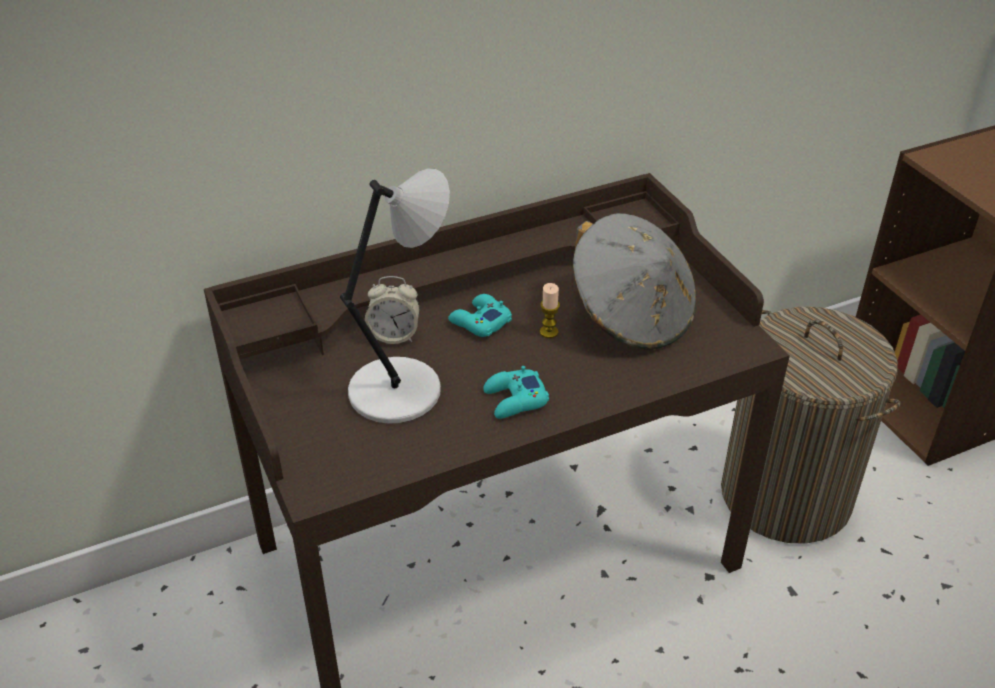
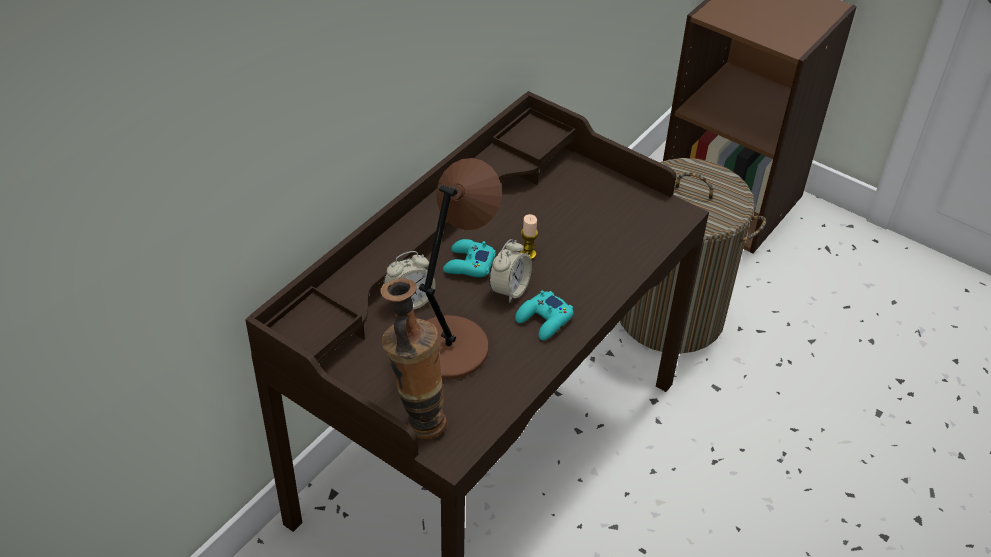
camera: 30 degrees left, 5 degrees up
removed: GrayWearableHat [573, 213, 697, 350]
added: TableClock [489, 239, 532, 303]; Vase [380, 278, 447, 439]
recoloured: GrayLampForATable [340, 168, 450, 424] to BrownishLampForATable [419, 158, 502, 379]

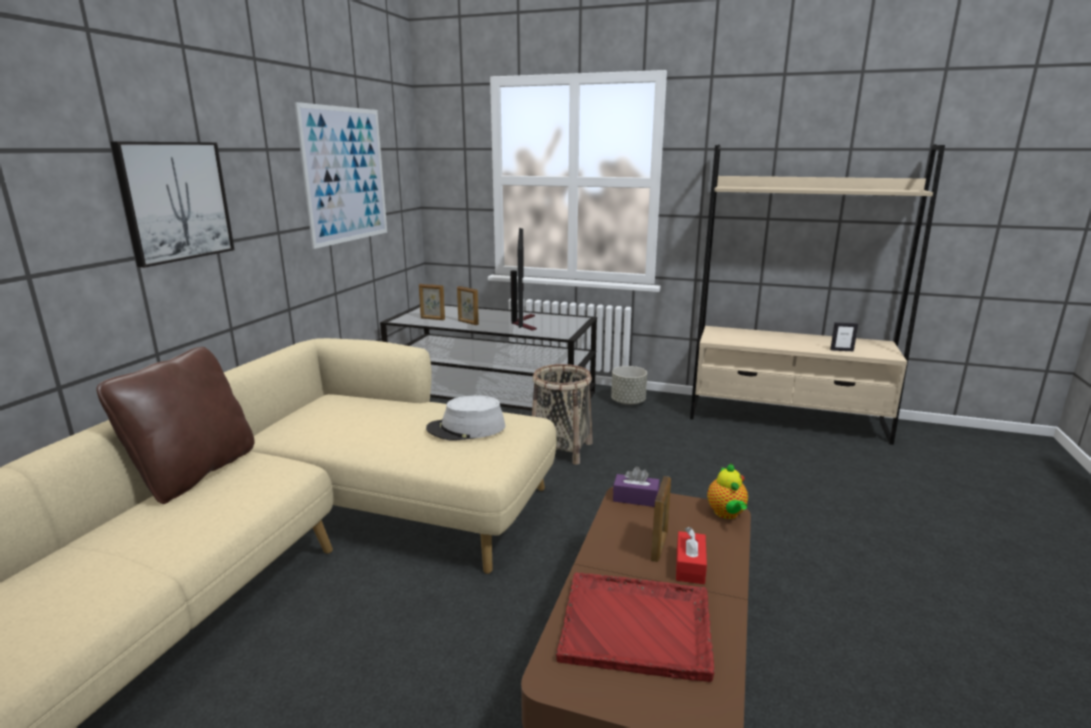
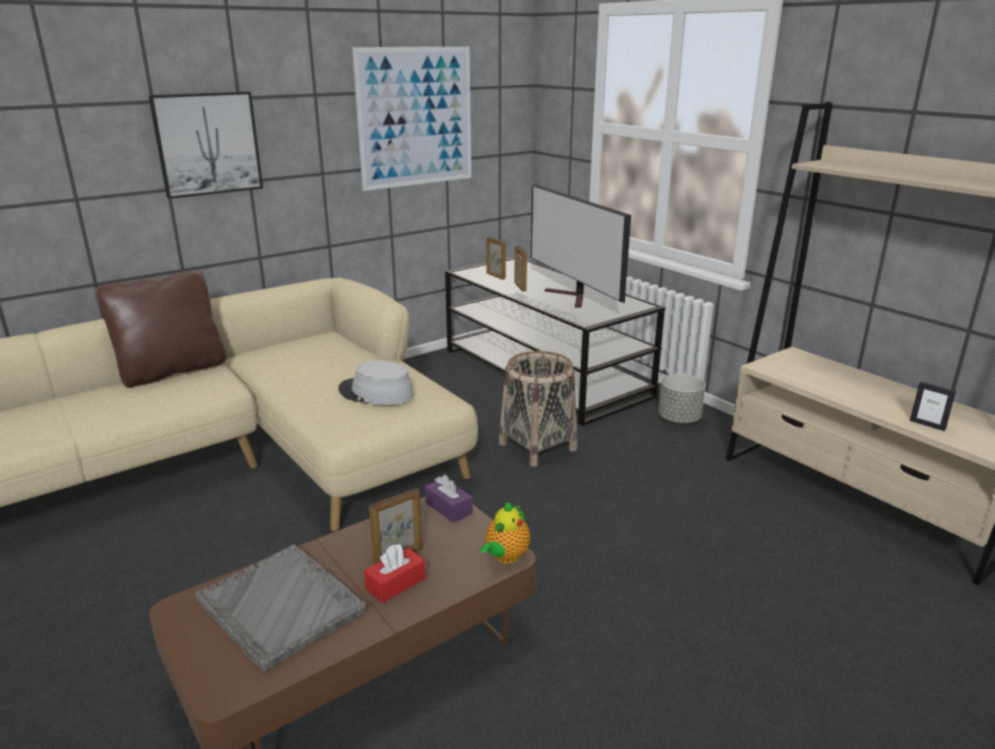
camera: 35 degrees right, 5 degrees up
recoloured: RedTray [556, 573, 715, 682] to GrayTray [195, 545, 366, 672]
turned: Television [510, 228, 537, 330] = [531, 184, 631, 307] 120 degrees clockwise

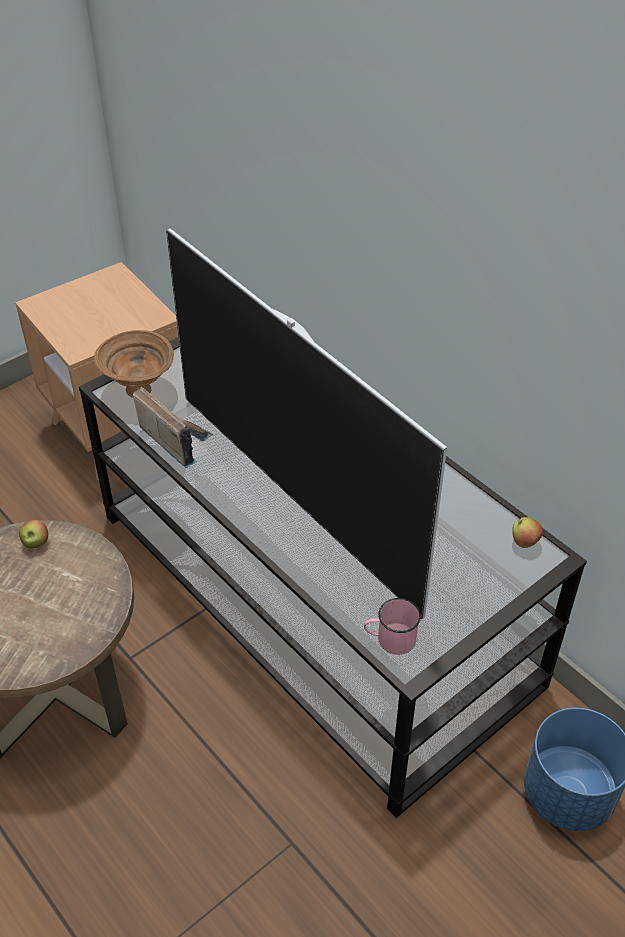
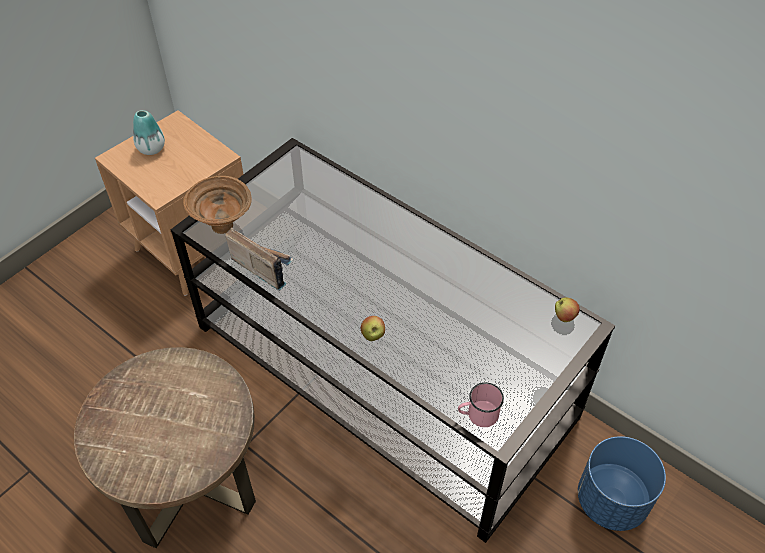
camera: 10 degrees left, 5 degrees up
removed: Television [166, 229, 447, 619]
added: Vase [133, 110, 165, 155]
moved: Apple [19, 520, 48, 548] to [360, 316, 385, 341]

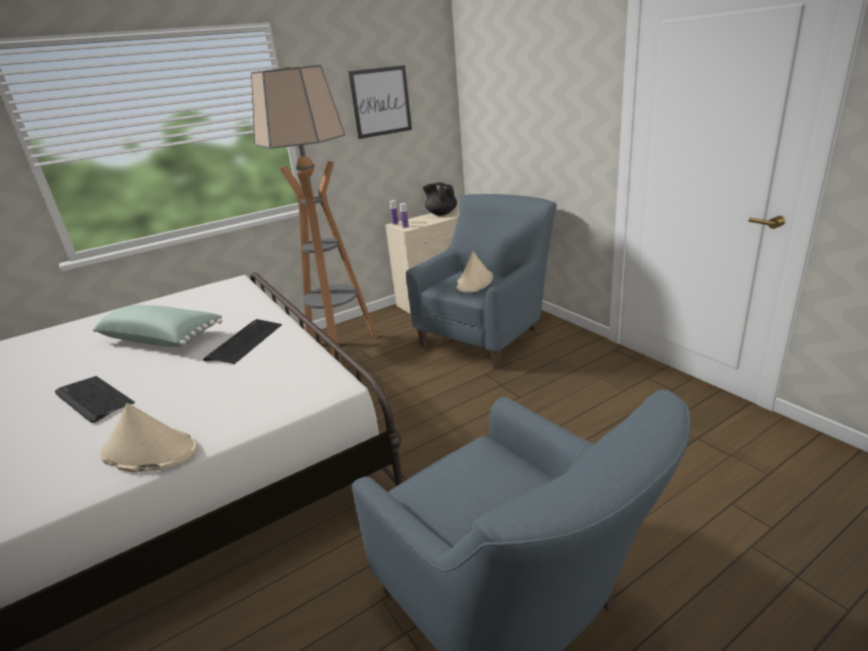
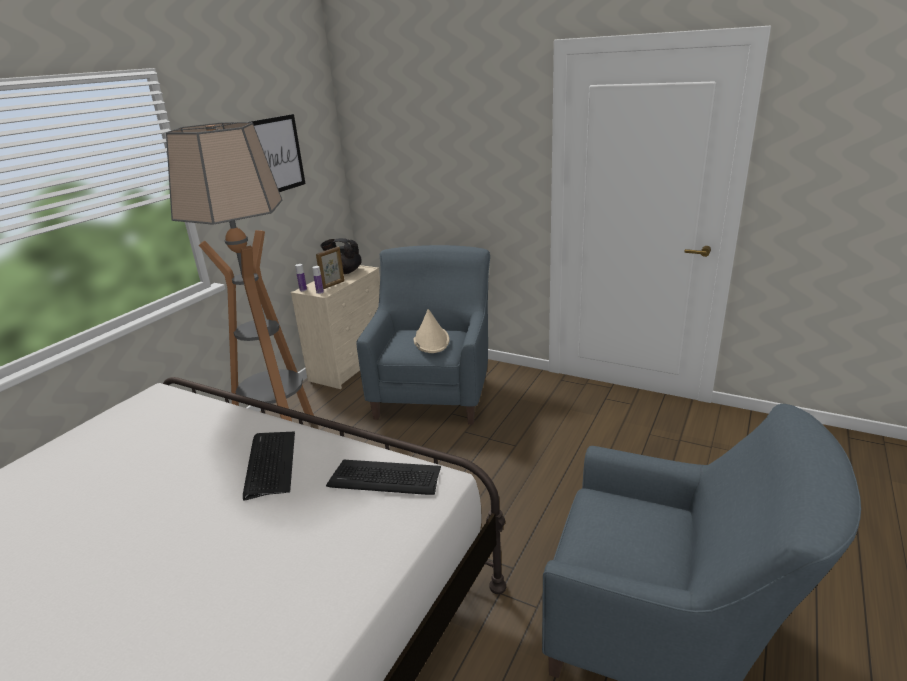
camera: 30 degrees left, 0 degrees up
removed: GreenColouredThrowPillow [93, 305, 223, 347]; BeigeColouredWearableHat [100, 403, 198, 472]
added: StandingFrame [316, 247, 345, 289]
moved: PcKeyboard [55, 376, 135, 423] to [326, 460, 441, 495]

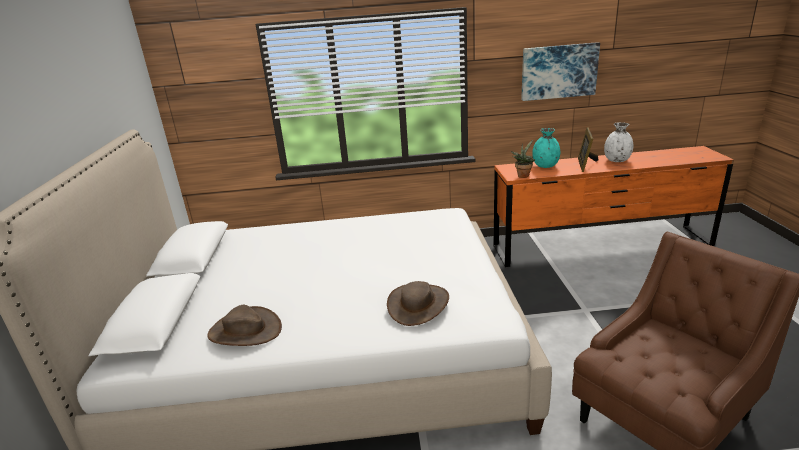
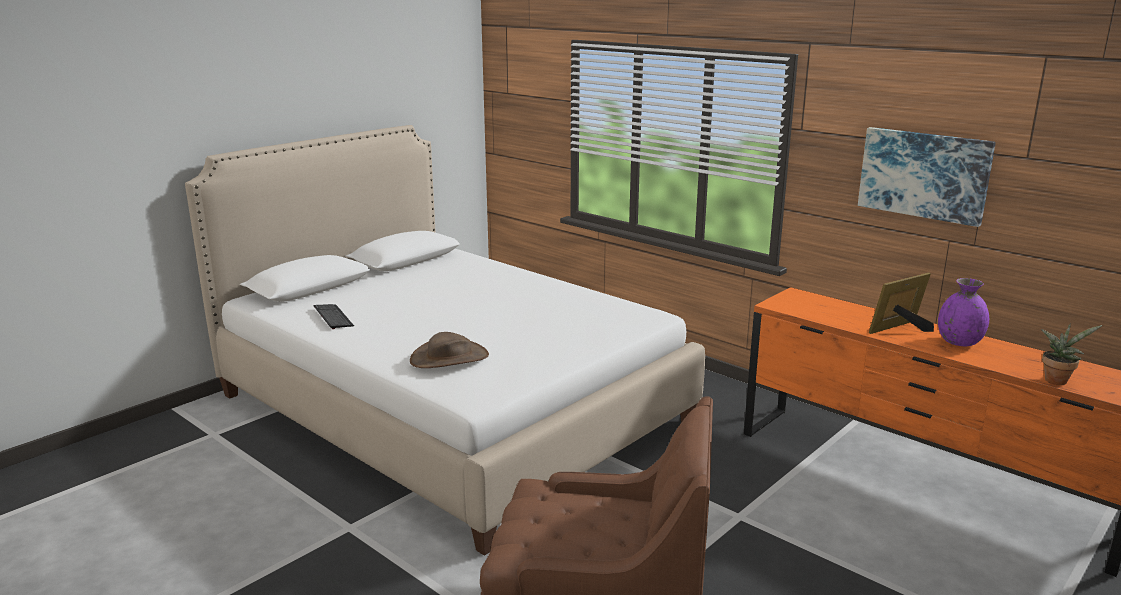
camera: 45 degrees right, 5 degrees down
removed: TurquoiseColouredVase [532, 128, 560, 168]
moved: Houseplant [510, 140, 535, 178] to [1041, 323, 1102, 385]
replaced: BrownishWearableHat [207, 305, 282, 346] to PcKeyboard [314, 304, 354, 329]
recoloured: WhitishVase [604, 122, 634, 162] to PurplishVase [938, 278, 989, 346]

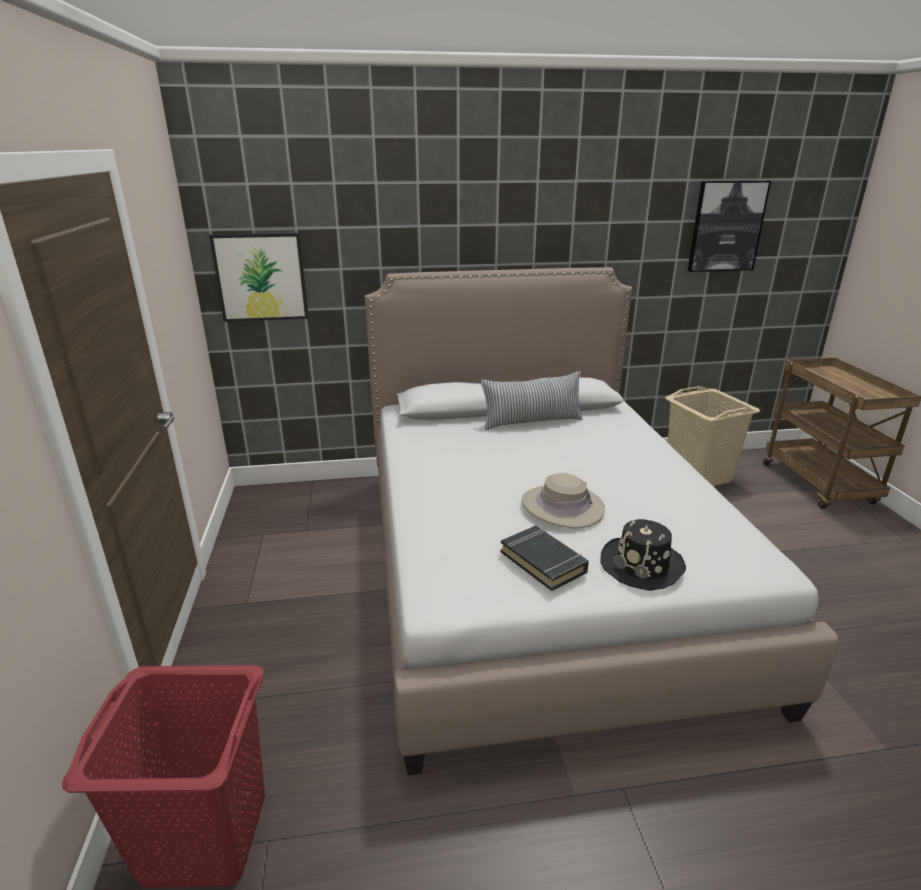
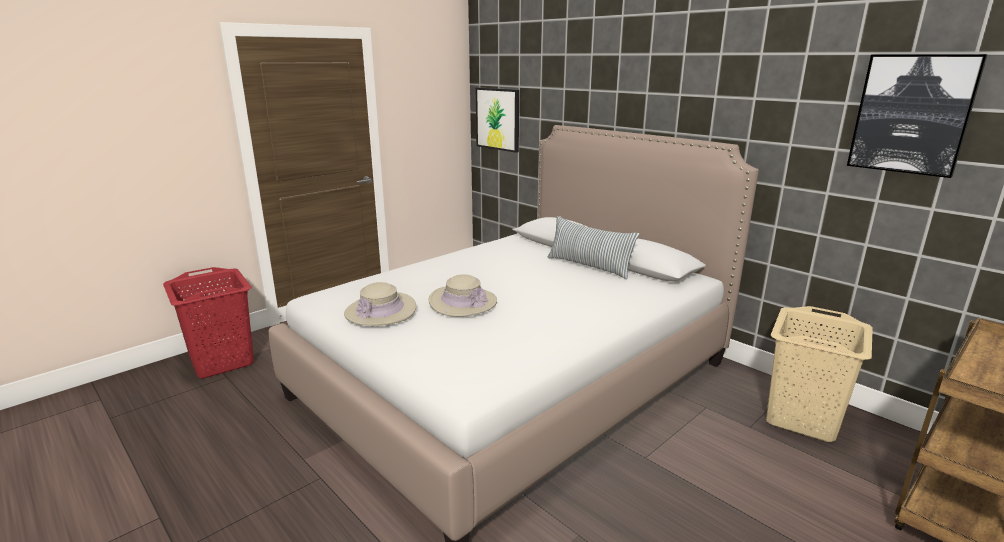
camera: 55 degrees right, 5 degrees down
removed: BlackishWearableHat [601, 519, 686, 591]
replaced: BlackishBoundBook [501, 526, 589, 591] to BeigeColouredWearableHat [344, 282, 416, 326]

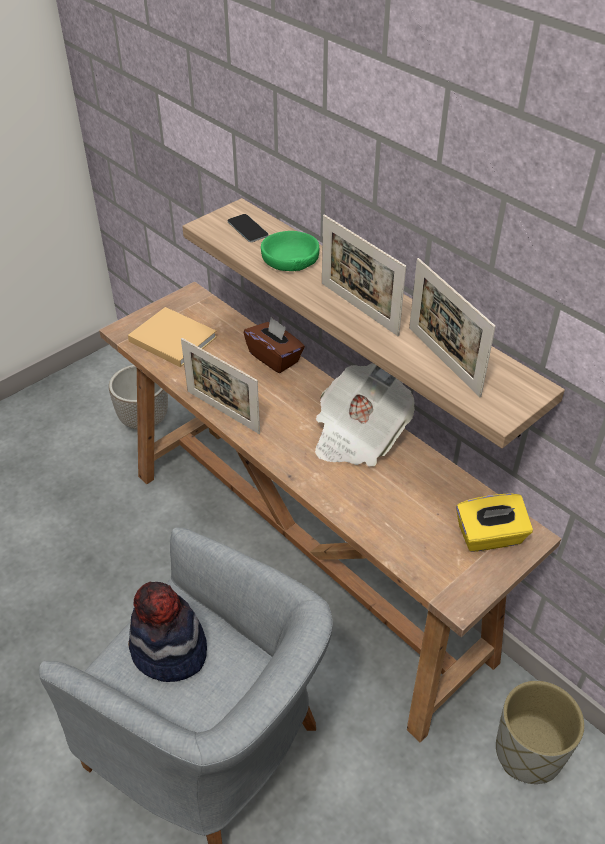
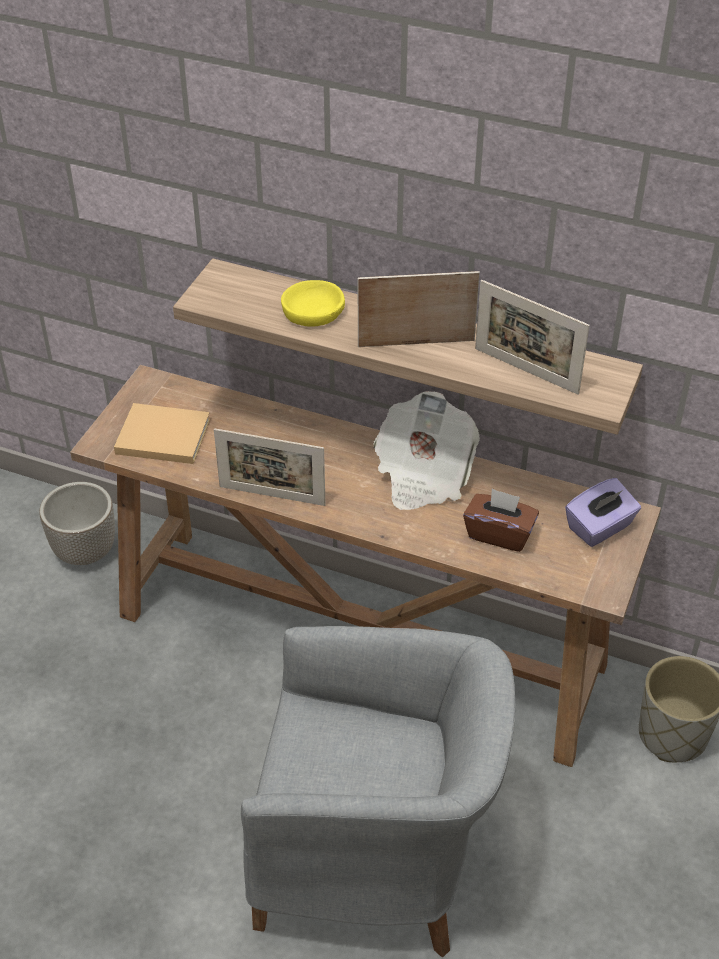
camera: 25 degrees left, 0 degrees up
removed: Phone [228, 214, 268, 242]; WearableHat [128, 582, 207, 682]
moved: BrownishTissueBox [244, 317, 305, 373] to [463, 488, 539, 552]
recoloured: GreenColouredServingBowl [261, 231, 319, 271] to YellowServingBowl [281, 280, 345, 327]; YellowTissueBox [456, 493, 533, 552] to PurplishTissueBox [565, 478, 641, 547]
turned: StandingFrame [322, 214, 406, 336] = [358, 271, 480, 347] 150 degrees clockwise

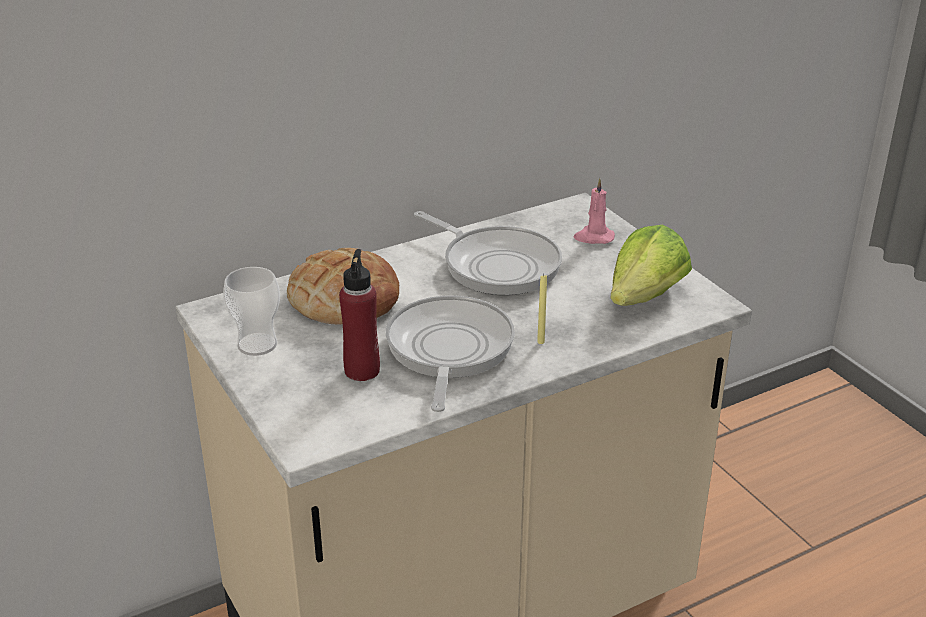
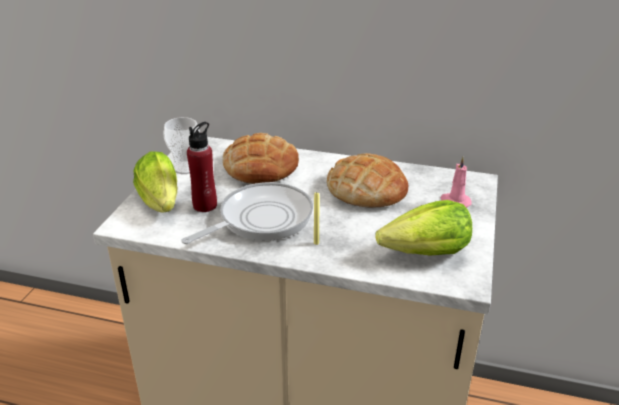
camera: 45 degrees right, 0 degrees up
added: LettuceHead [133, 151, 177, 213]
replaced: Pan [414, 211, 562, 295] to BakedBread [327, 153, 408, 208]

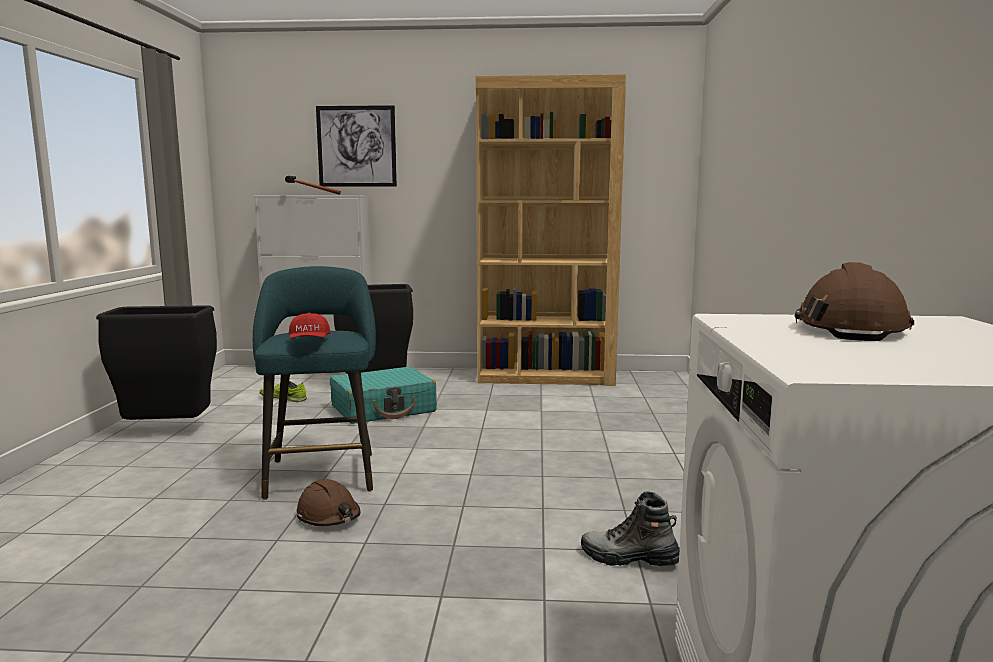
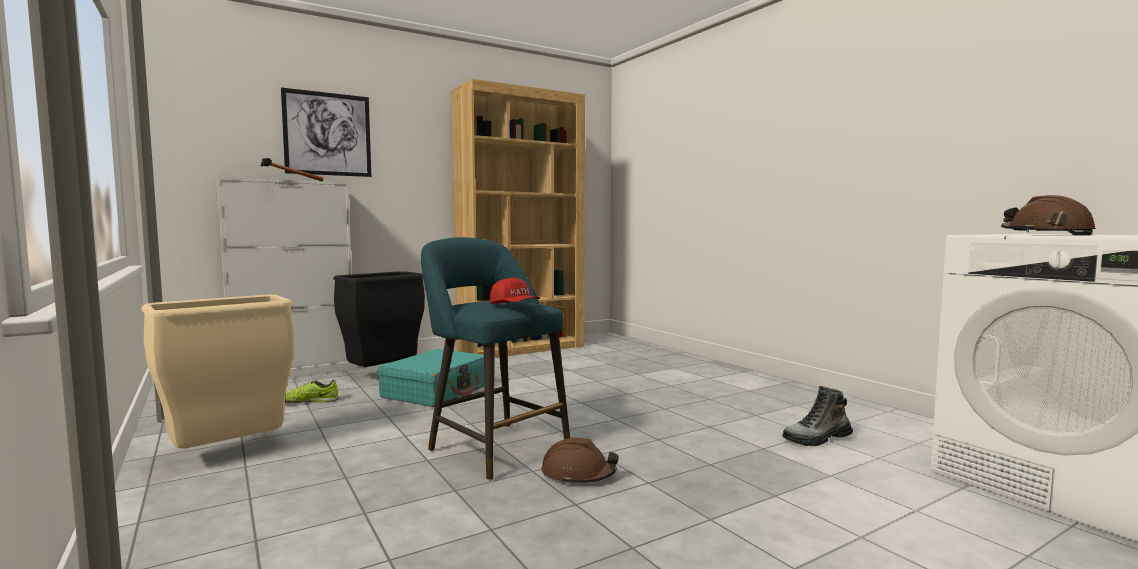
camera: 35 degrees left, 5 degrees down
recoloured: BlackishTrashCan [96, 305, 217, 420] to BeigeColouredTrashCan [141, 295, 295, 449]

